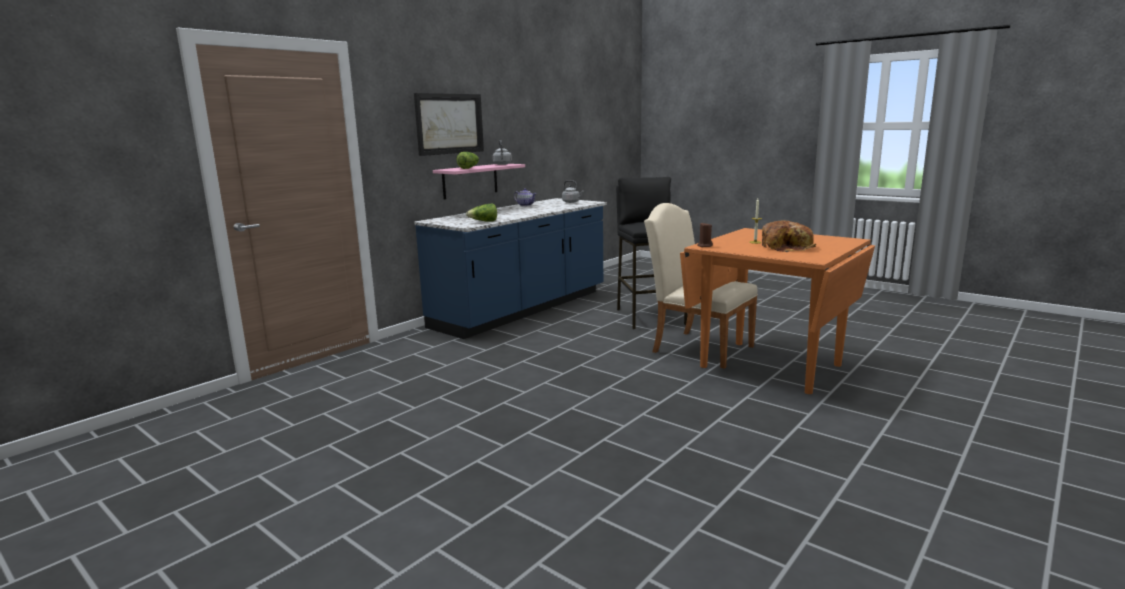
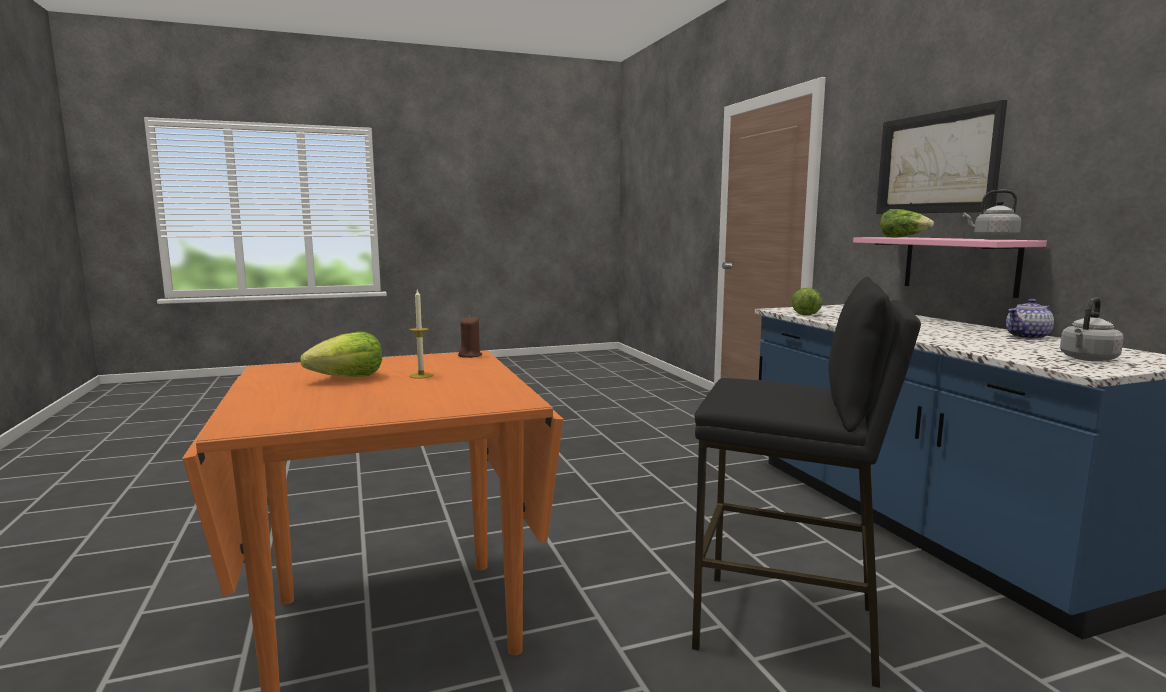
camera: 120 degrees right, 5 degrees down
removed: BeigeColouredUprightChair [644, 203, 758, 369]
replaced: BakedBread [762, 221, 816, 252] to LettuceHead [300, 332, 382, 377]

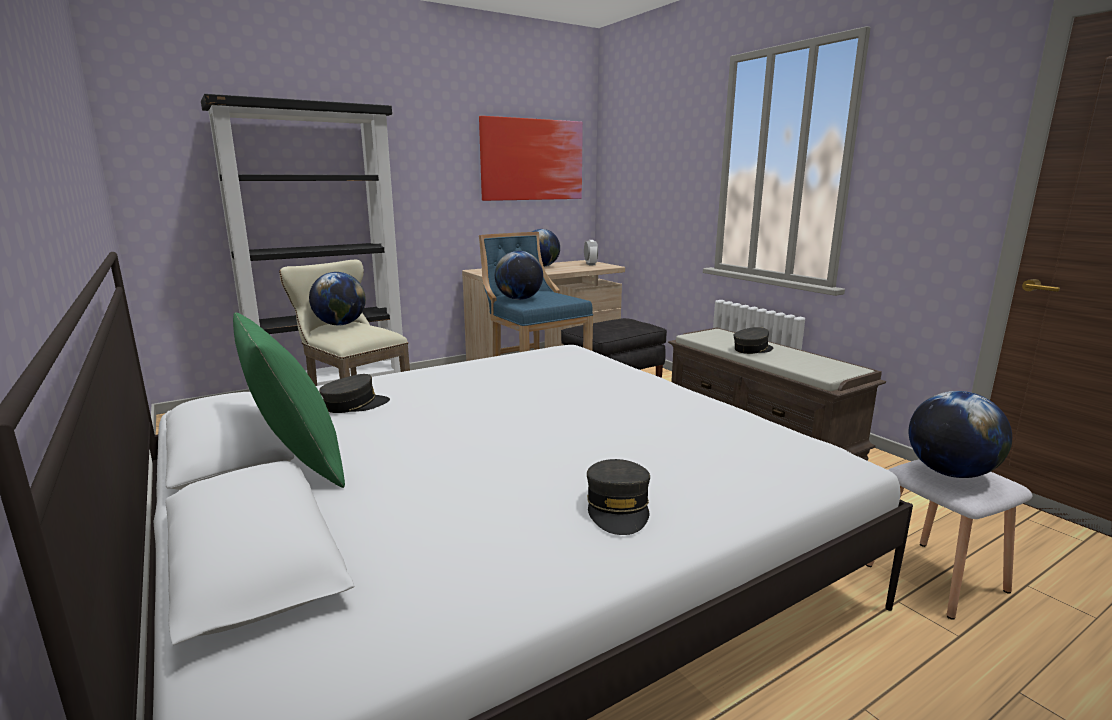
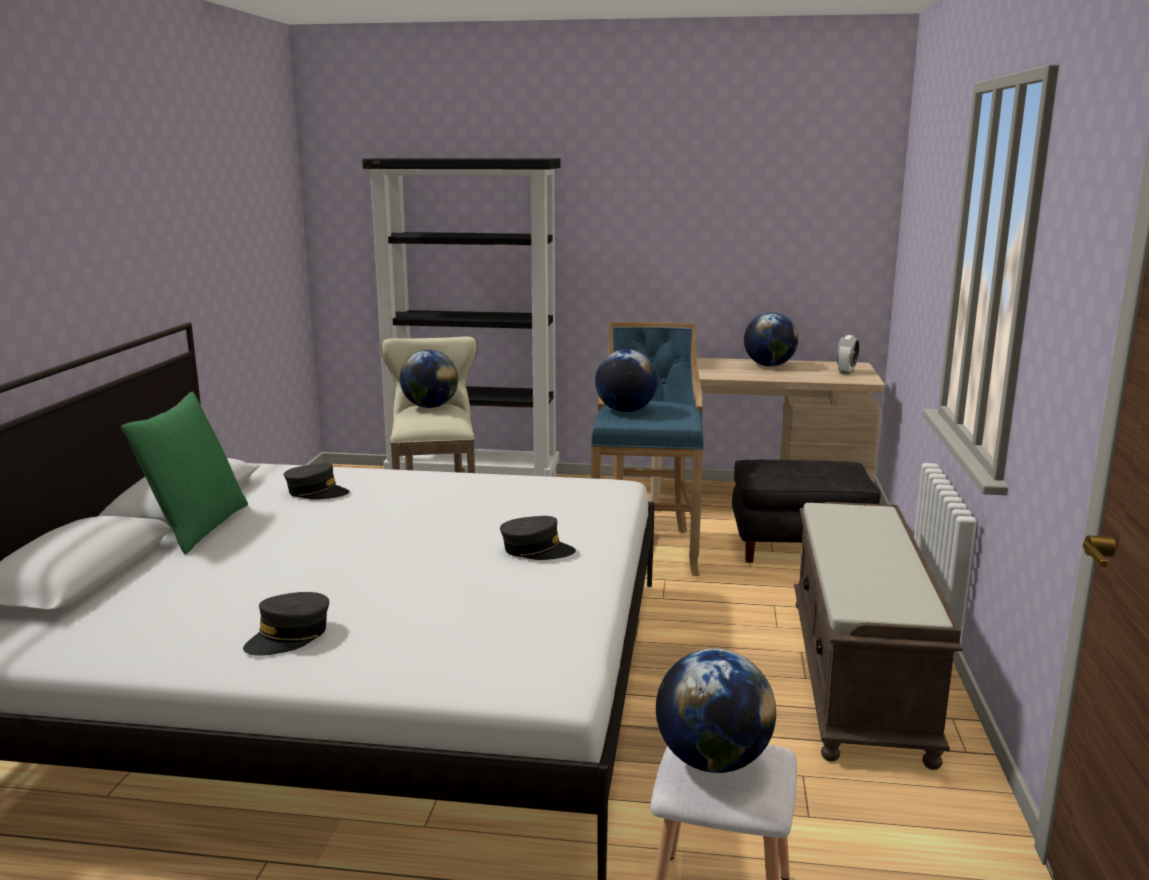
camera: 40 degrees right, 0 degrees up
removed: WallArt [479, 116, 583, 201]
moved: GrayBaseballCap [733, 327, 774, 354] to [500, 516, 576, 560]

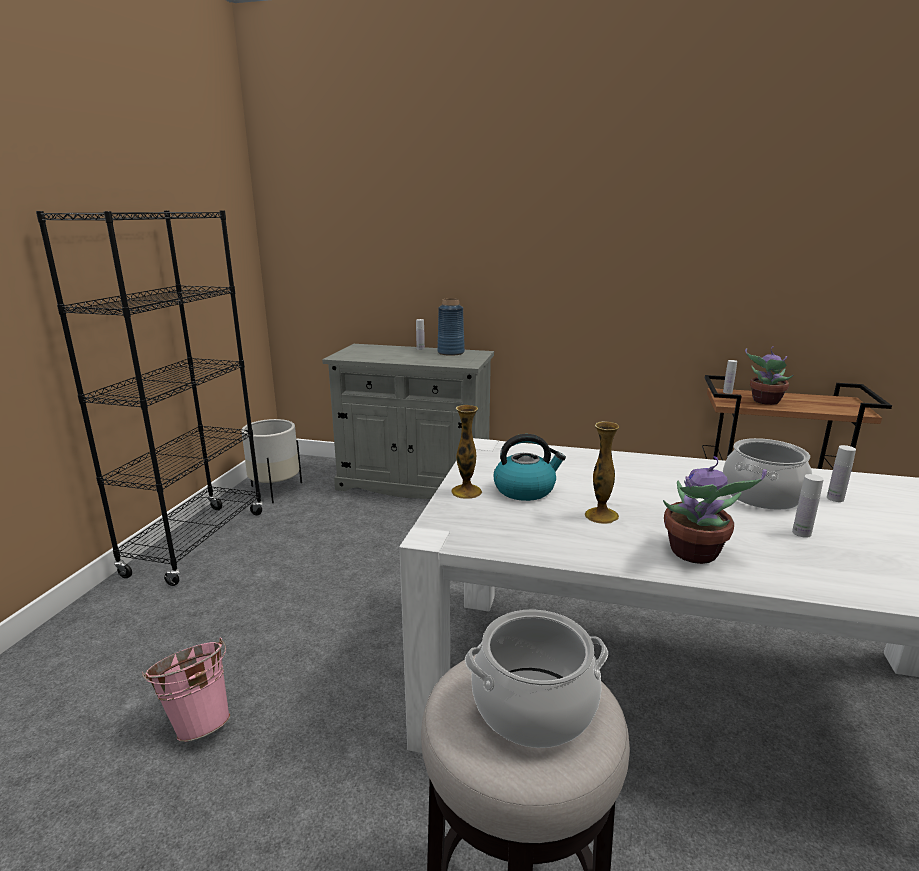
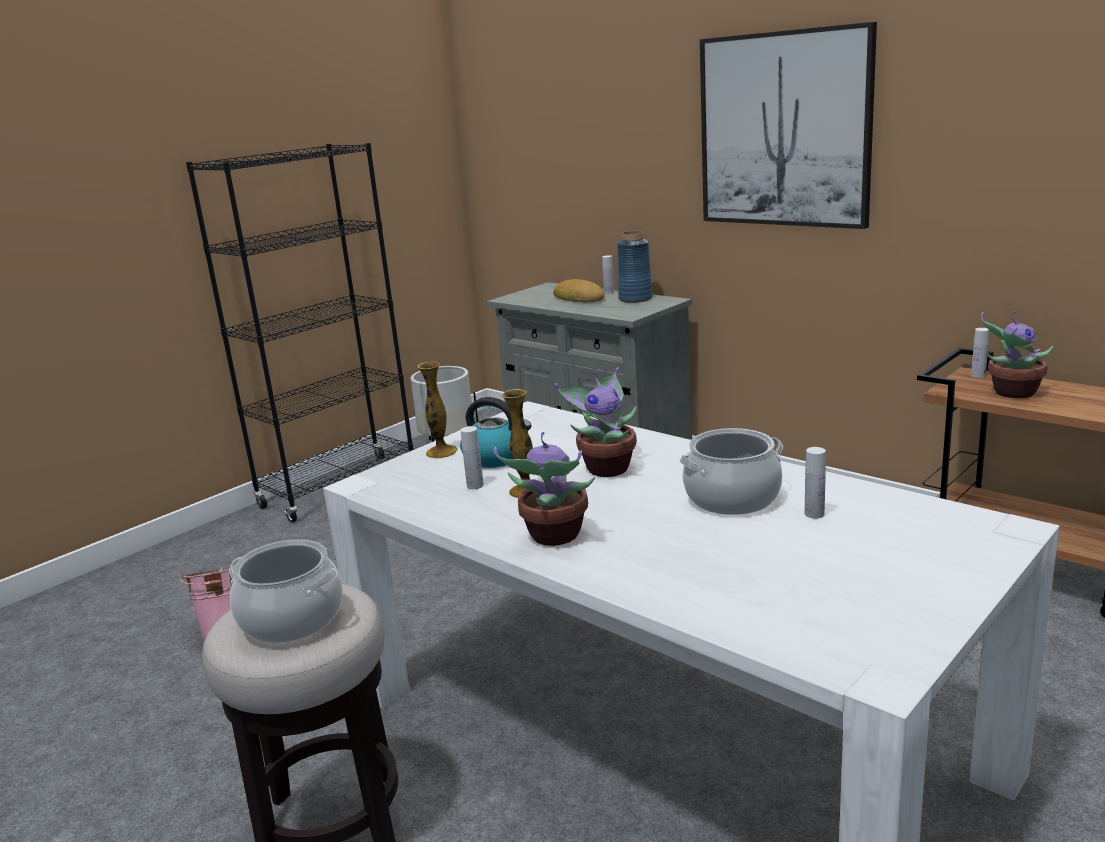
camera: 30 degrees right, 0 degrees up
added: WallArt [700, 22, 877, 229]; BakedBread [553, 279, 605, 303]; Houseplant [554, 367, 637, 477]
moved: WhitishDrinkBottle [792, 474, 824, 538] to [461, 426, 484, 489]

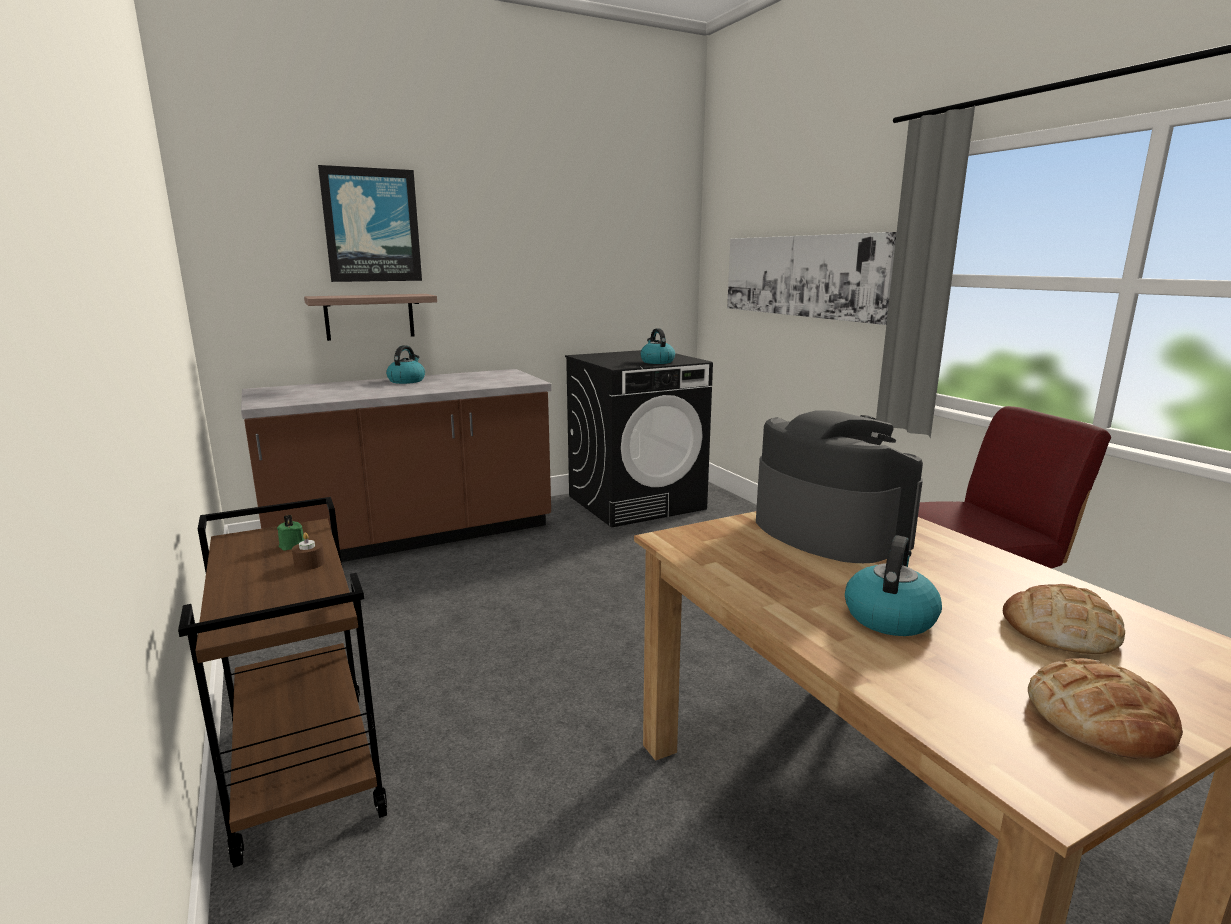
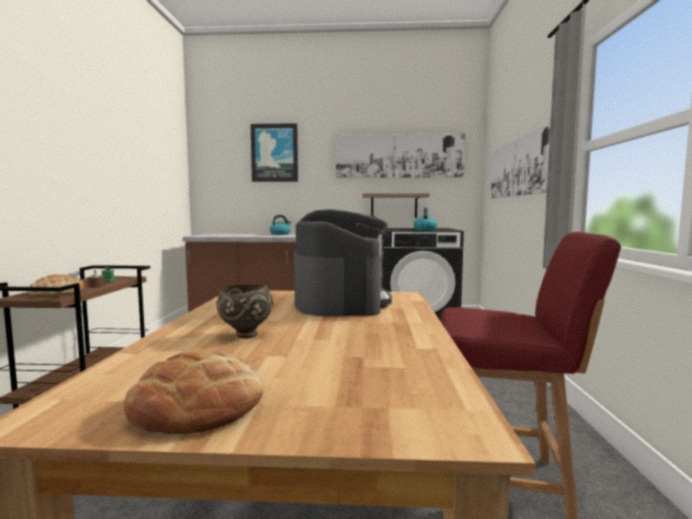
camera: 30 degrees right, 10 degrees down
added: WallArt [336, 133, 465, 178]
moved: Shelf [304, 294, 437, 341] to [362, 193, 430, 218]; BakedBread [1003, 584, 1125, 654] to [28, 274, 85, 296]
replaced: TeaKettle [845, 535, 942, 636] to BrownishServingBowl [216, 284, 273, 338]

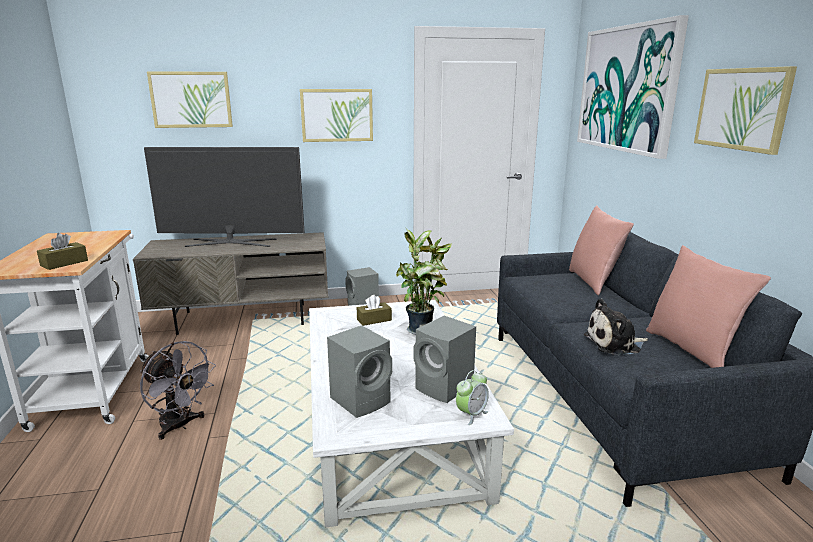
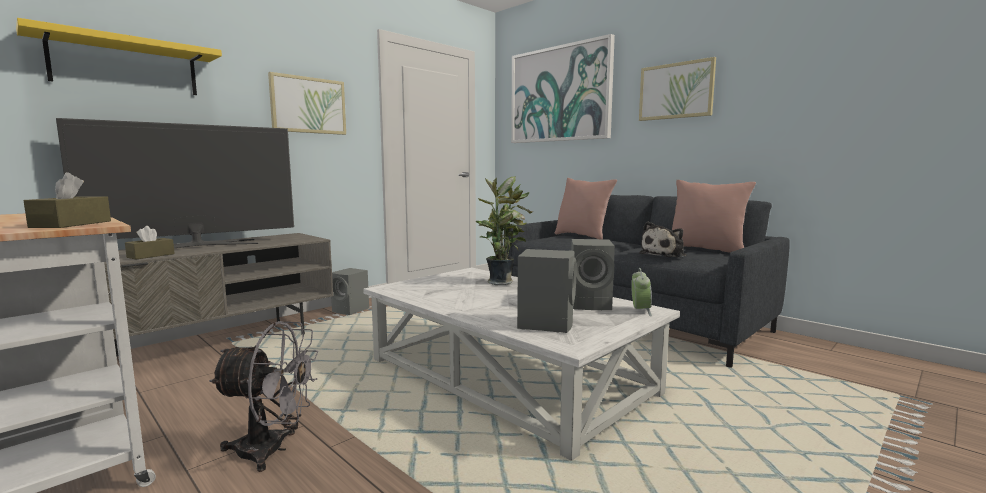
camera: 35 degrees left, 10 degrees down
moved: BrownishTissueBox [357, 295, 392, 326] to [125, 226, 175, 259]
replaced: WallArt [147, 71, 233, 128] to YellowShelf [16, 18, 222, 95]

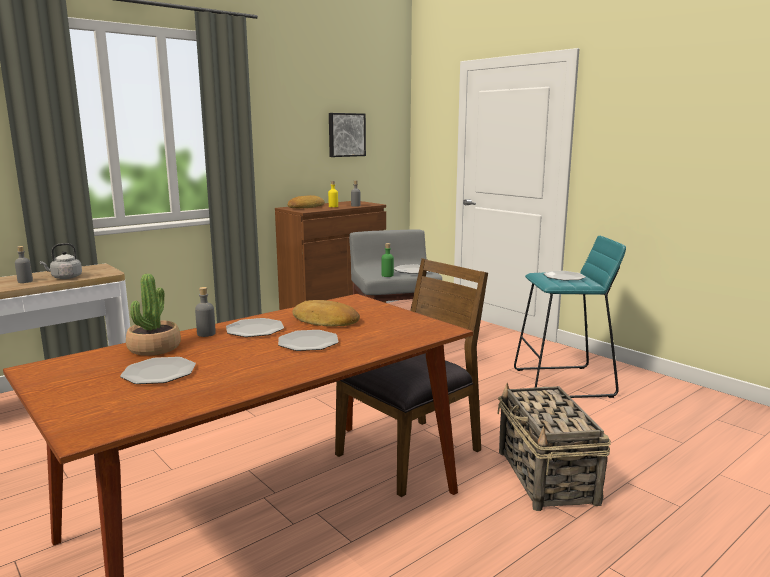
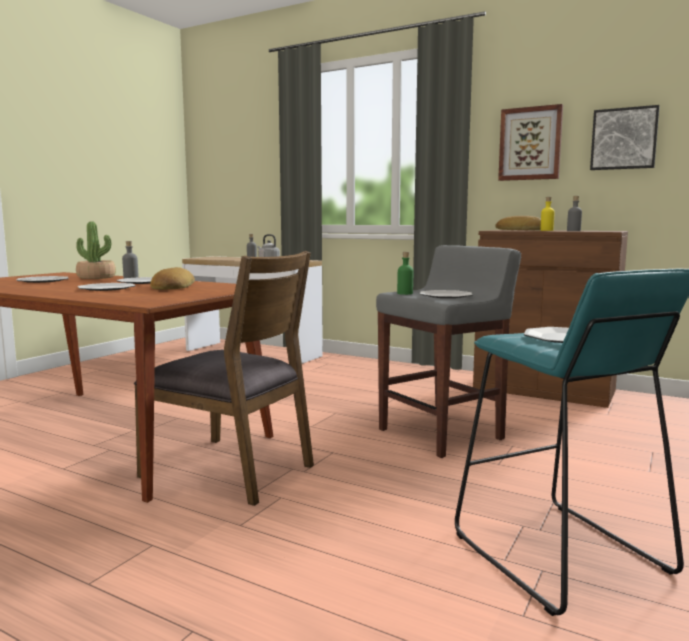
camera: 70 degrees right, 5 degrees down
removed: Basket [497, 383, 611, 511]
added: WallArt [498, 104, 563, 181]

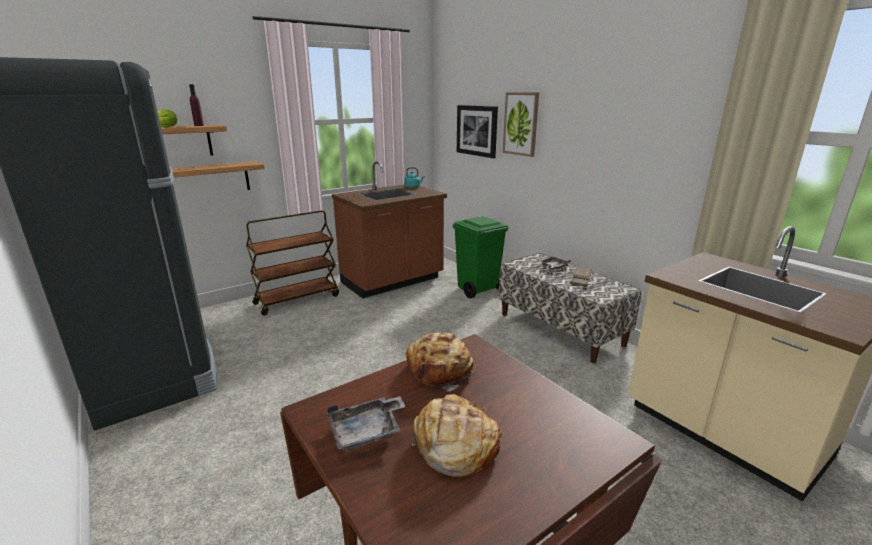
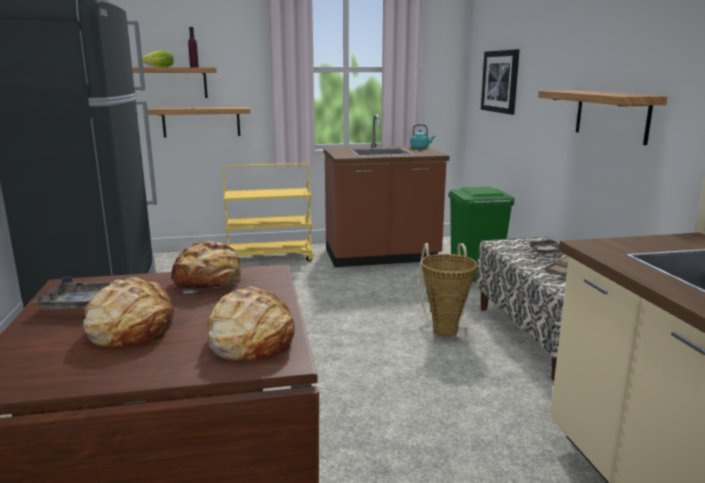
camera: 25 degrees right, 5 degrees down
removed: WallArt [503, 92, 539, 157]
added: Shelf [538, 90, 667, 145]; Basket [420, 243, 477, 337]; BakedBread [208, 286, 295, 360]
recoloured: BrownishCart [246, 210, 339, 316] to YellowCart [223, 163, 314, 262]

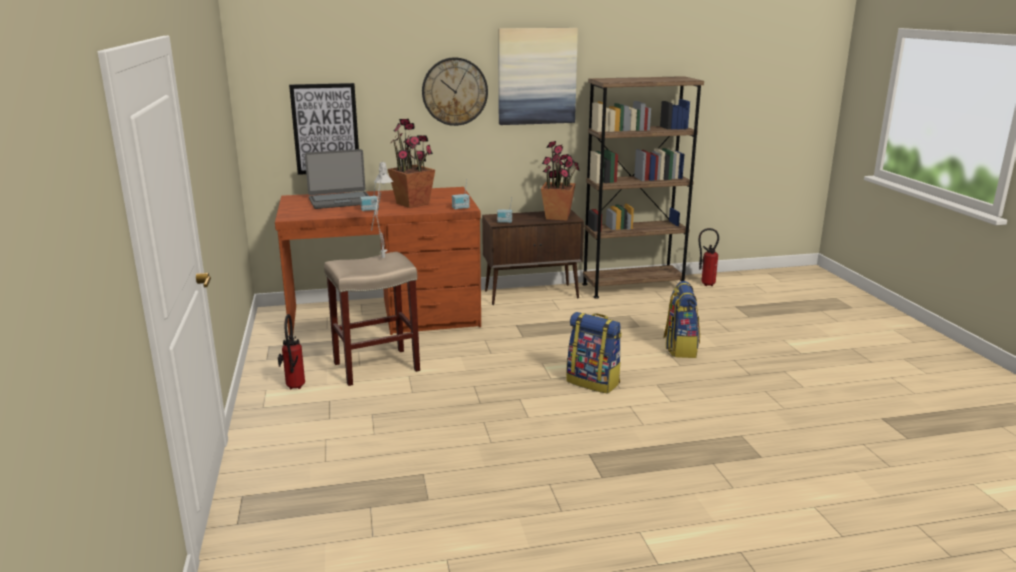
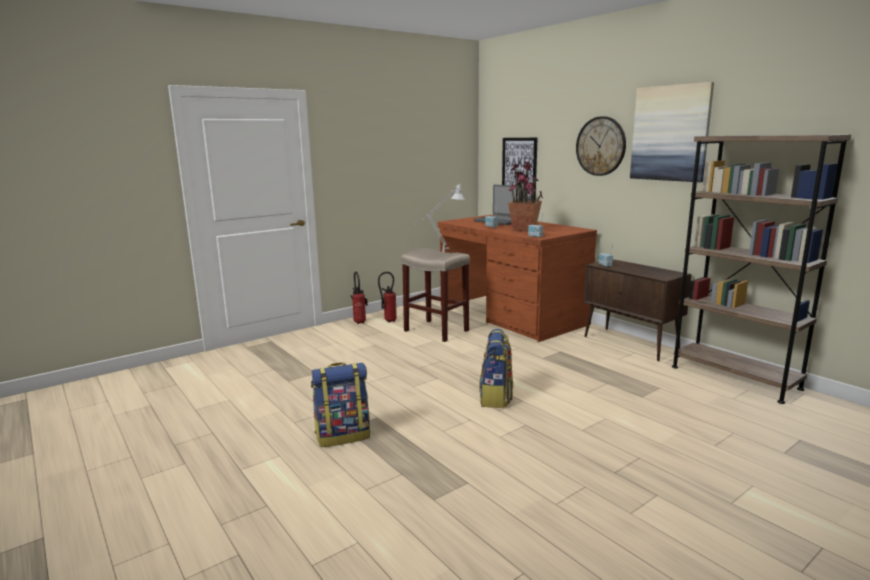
camera: 65 degrees right, 5 degrees down
removed: Houseplant [541, 141, 580, 220]
moved: Extinguisher [698, 228, 719, 286] to [351, 271, 368, 324]; Backpack [664, 281, 700, 358] to [311, 362, 370, 447]

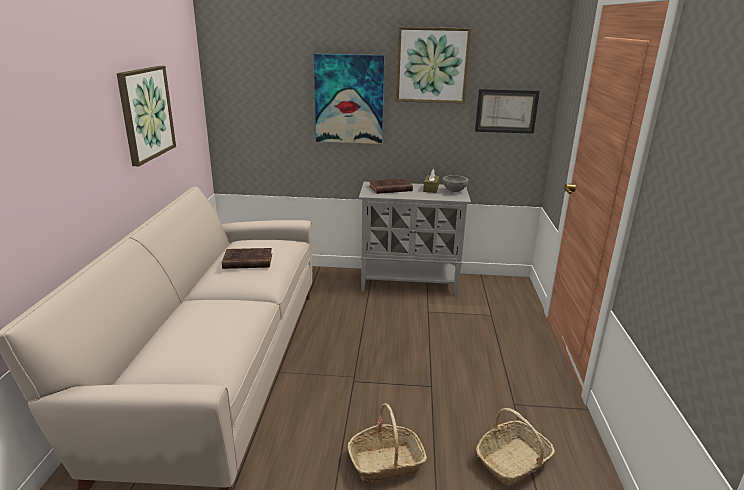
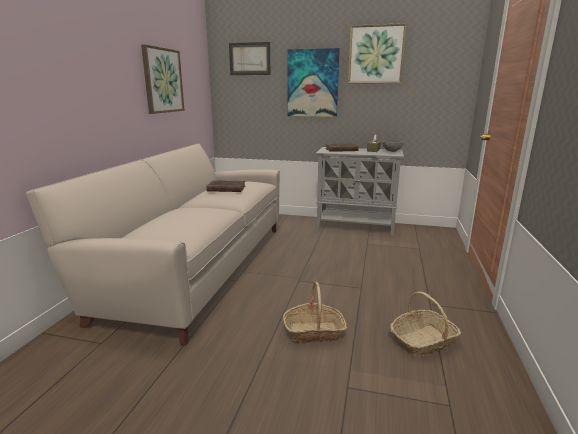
camera: 10 degrees right, 5 degrees down
moved: WallArt [475, 89, 540, 134] to [229, 42, 271, 75]

